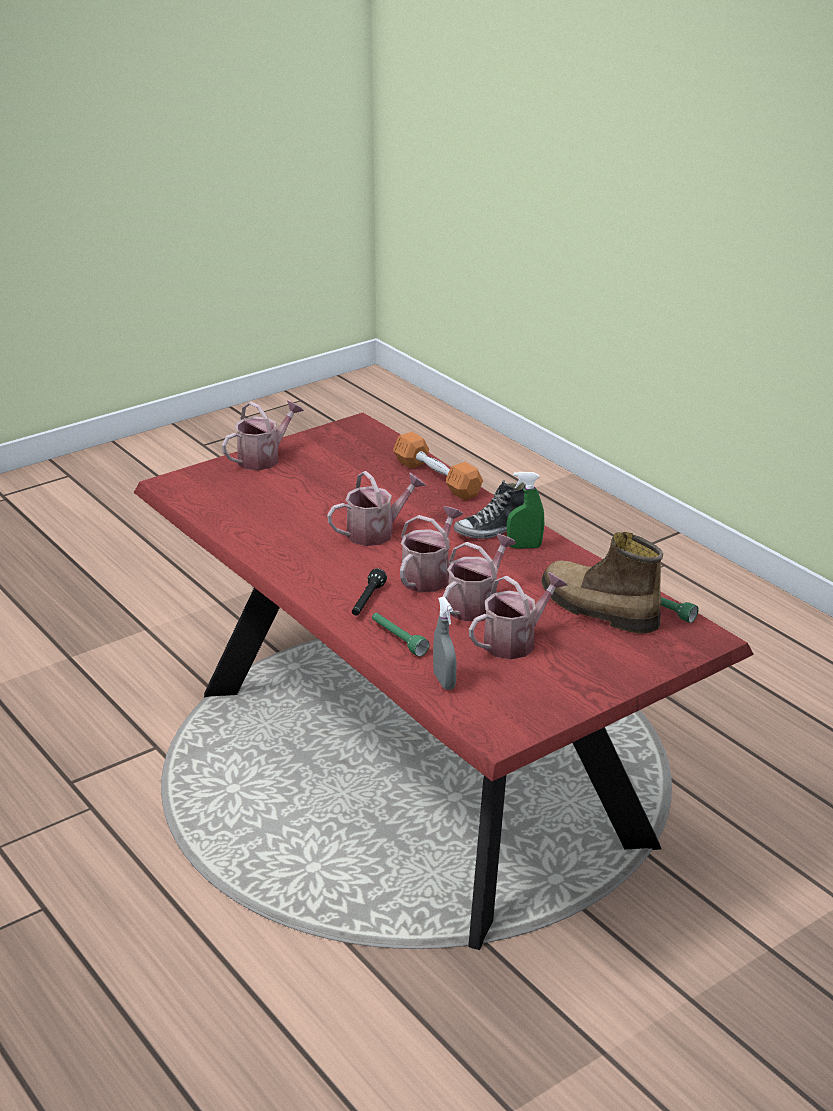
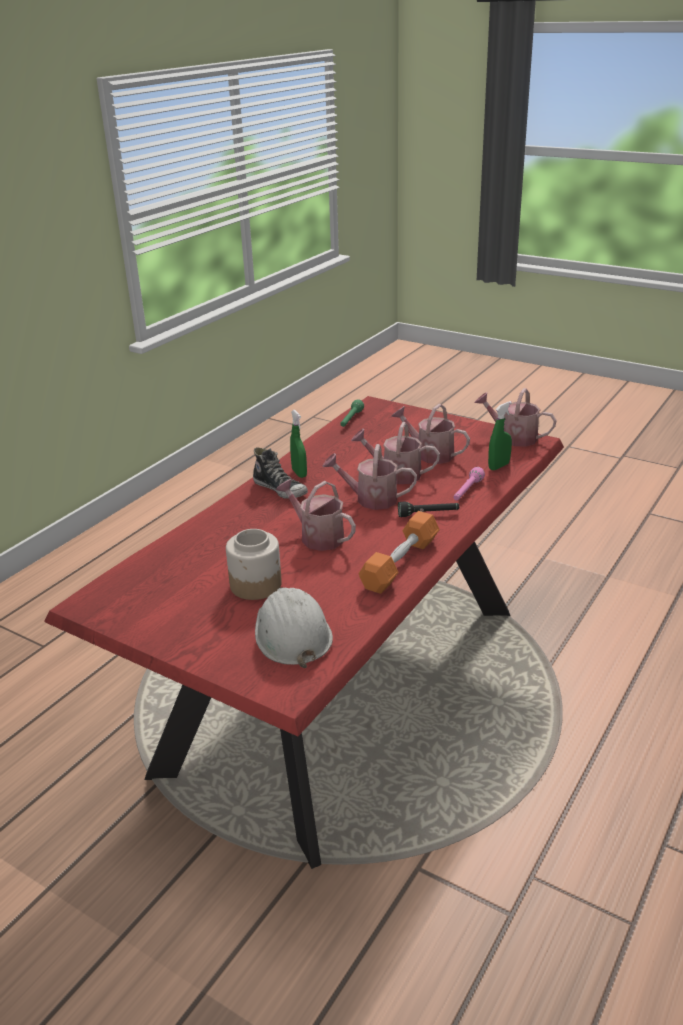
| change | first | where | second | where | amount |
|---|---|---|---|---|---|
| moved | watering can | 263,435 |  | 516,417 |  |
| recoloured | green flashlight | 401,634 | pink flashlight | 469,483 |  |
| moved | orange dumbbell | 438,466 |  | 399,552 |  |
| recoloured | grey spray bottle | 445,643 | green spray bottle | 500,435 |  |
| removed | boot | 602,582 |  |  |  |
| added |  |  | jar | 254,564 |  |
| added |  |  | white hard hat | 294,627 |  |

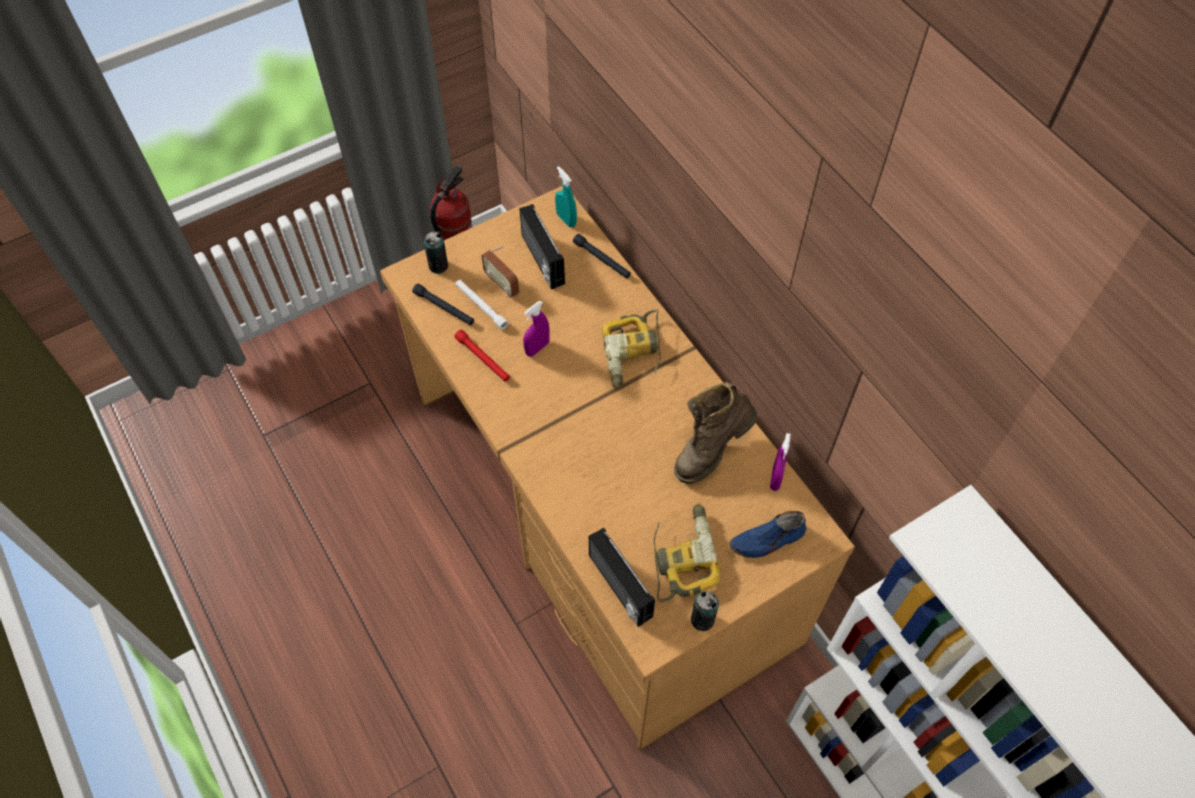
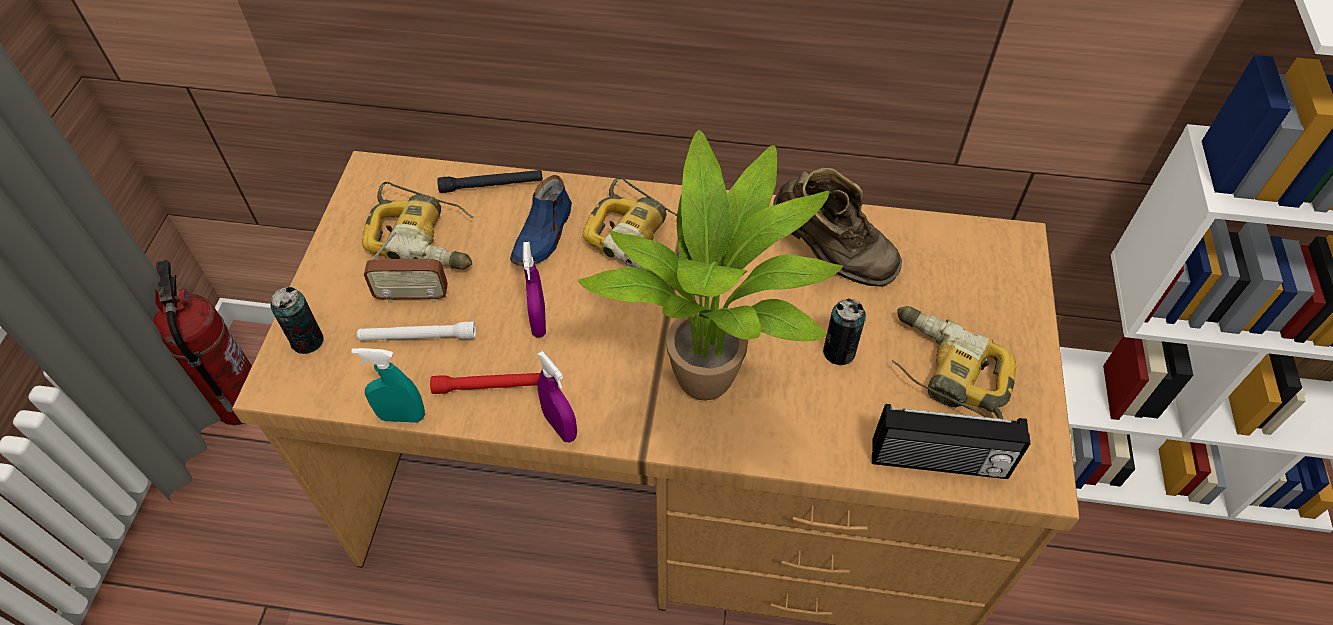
| change | first | where | second | where | amount |
|---|---|---|---|---|---|
| removed | black flashlight | 443,304 |  |  |  |
| replaced | radio | 542,247 | power drill | 418,226 |  |
| moved | turquoise spray bottle | 566,197 |  | 388,385 |  |
| turned | brown boot | 715,433 |  | 837,227 | 60 degrees counterclockwise |
| moved | can | 705,611 |  | 844,331 |  |
| moved | blue shoe | 767,534 |  | 541,220 |  |
| moved | purple spray bottle | 780,462 |  | 557,396 |  |
| added |  |  | potted plant | 710,265 |  |

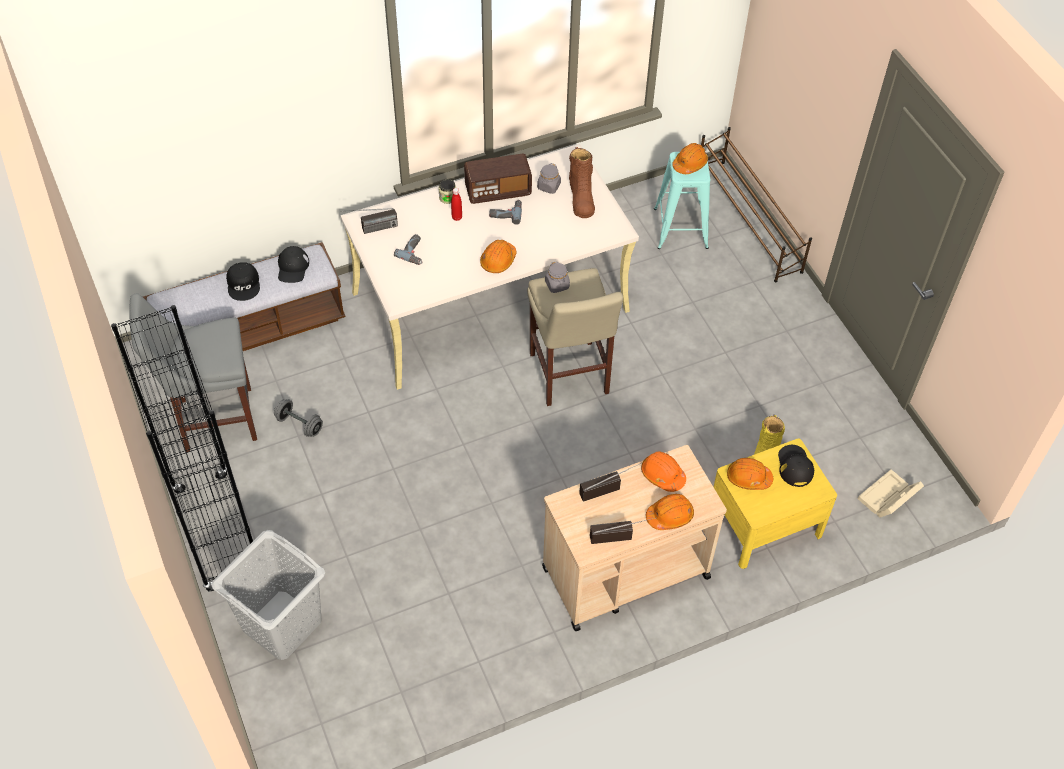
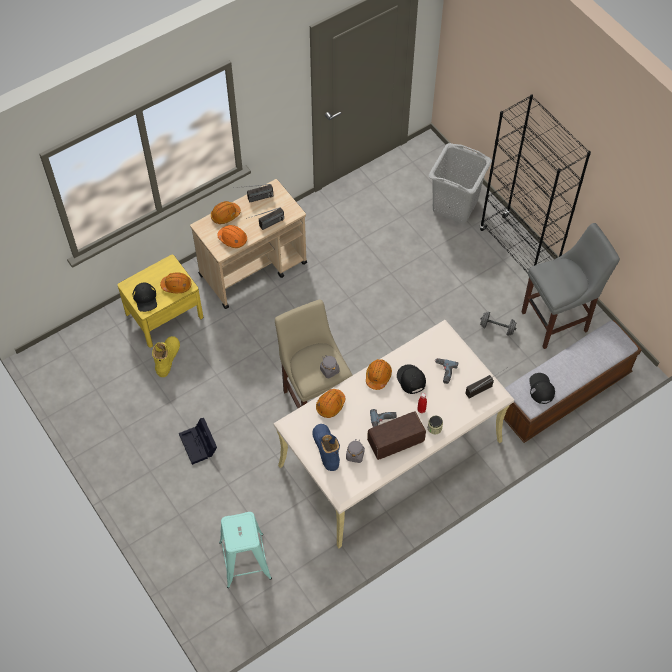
| change | first | where | second | where | amount |
|---|---|---|---|---|---|
| moved | black cap | 243,281 |  | 411,379 |  |
| recoloured | brown boot | 582,182 | blue boot | 326,447 |  |
| moved | orange hard hat | 690,158 |  | 331,403 |  |
| removed | brown shoe rack | 756,204 |  |  |  |
| removed | beige storage box | 891,493 |  |  |  |
| added |  |  | black storage box | 198,441 |  |

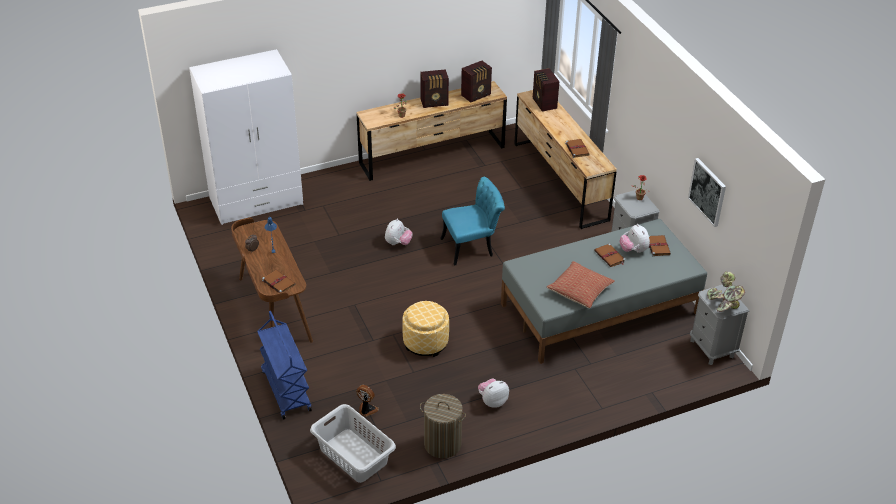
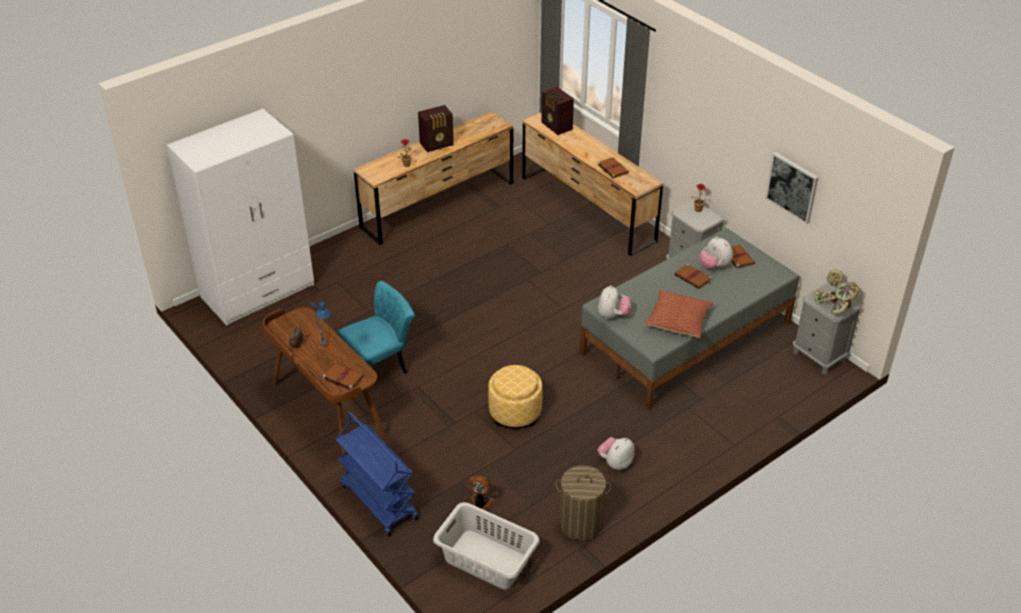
| change | first | where | second | where | amount |
|---|---|---|---|---|---|
| moved | plush toy | 399,232 |  | 614,302 |  |
| moved | turquoise chair | 472,221 |  | 376,327 |  |
| removed | radio | 476,82 |  |  |  |

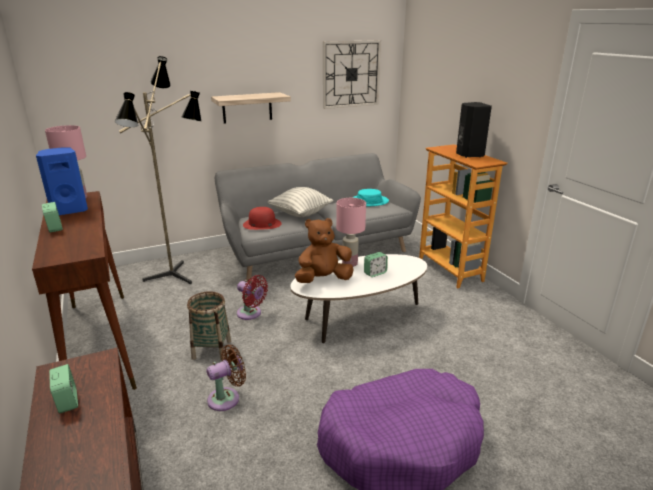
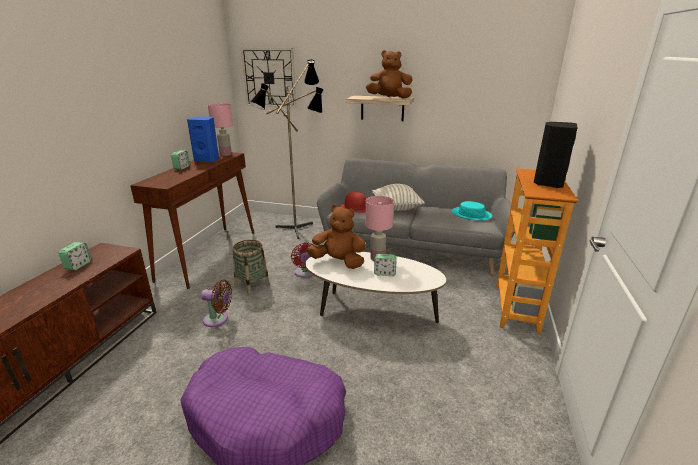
| change | first | where | second | where | amount |
|---|---|---|---|---|---|
| moved | wall clock | 352,74 |  | 268,78 |  |
| added |  |  | brown plush toy | 389,74 |  |

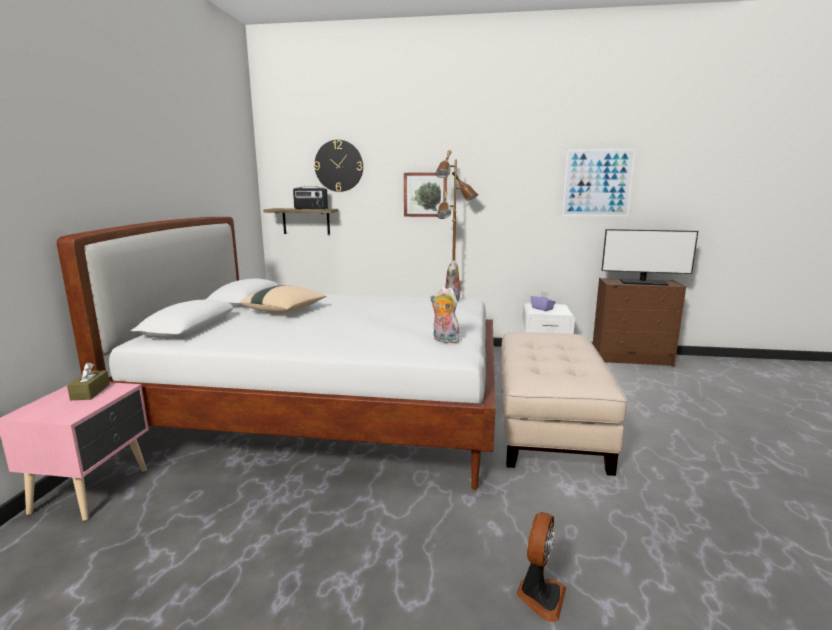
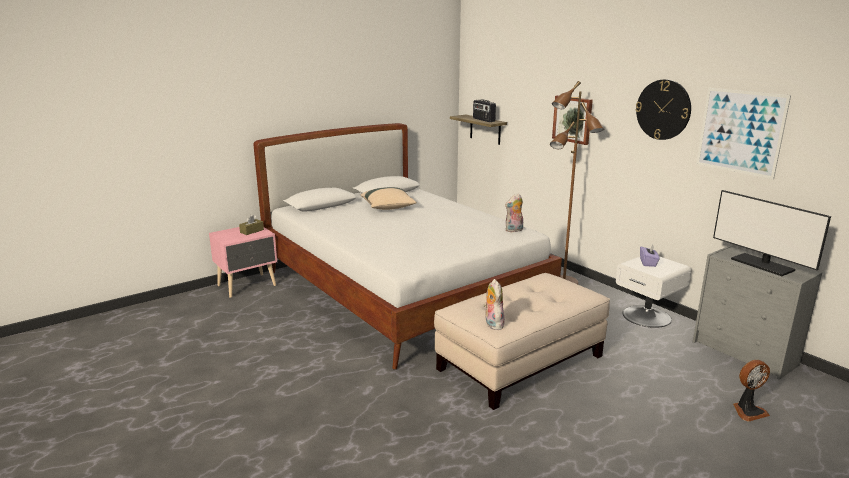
| change | first | where | second | where | amount |
|---|---|---|---|---|---|
| moved | wall clock | 338,166 |  | 663,109 |  |
| moved | plush toy | 445,315 |  | 494,304 |  |
| moved | fan | 541,567 |  | 751,391 |  |
| recoloured | brown dresser | 639,322 | grey dresser | 757,313 |  |

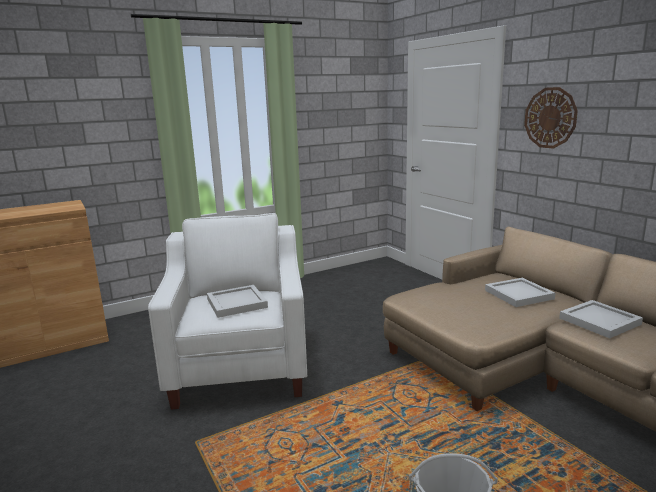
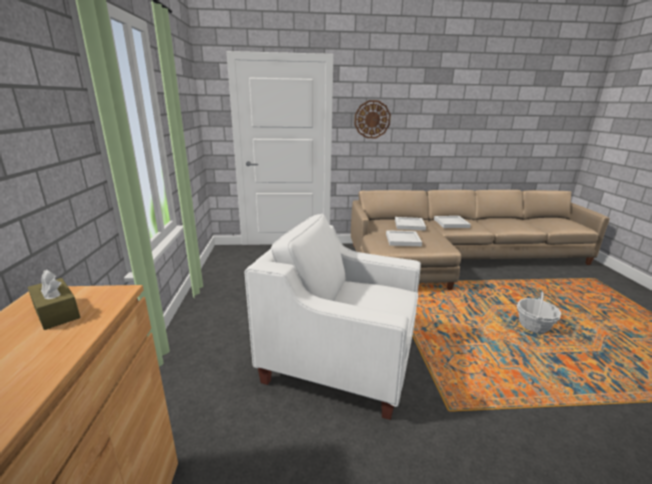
| change | first | where | second | where | amount |
|---|---|---|---|---|---|
| moved | white tray | 237,301 |  | 404,238 |  |
| added |  |  | brown tissue box | 54,300 |  |

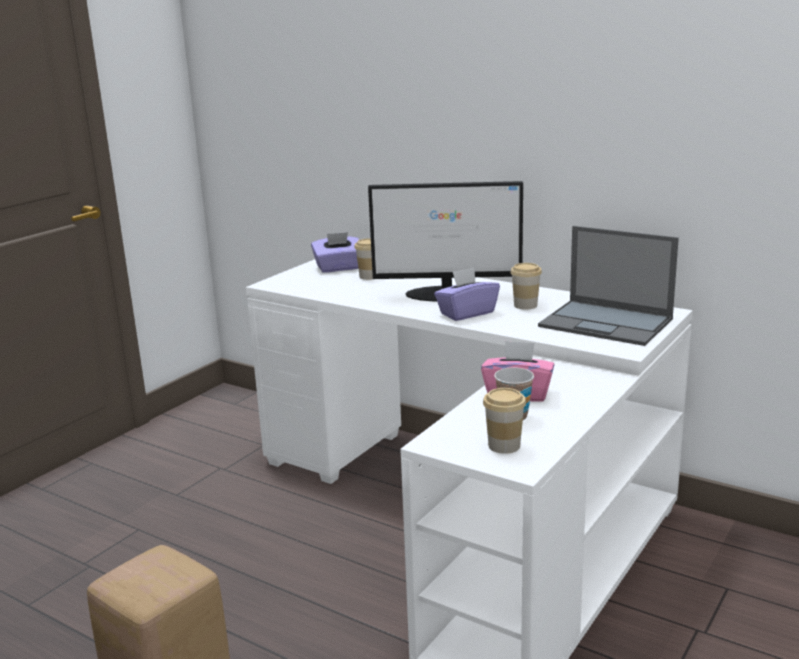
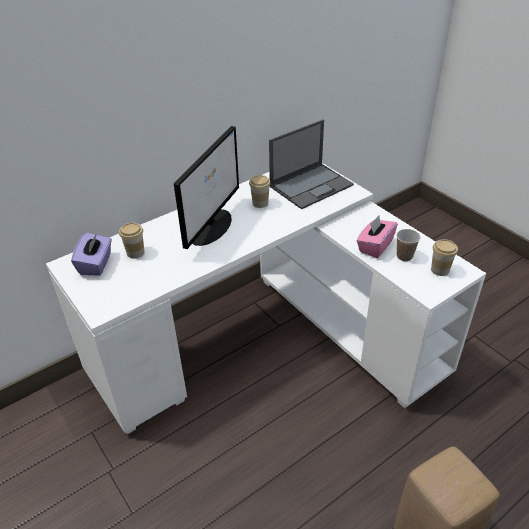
| change | first | where | second | where | amount |
|---|---|---|---|---|---|
| removed | purple tissue box | 467,294 |  |  |  |

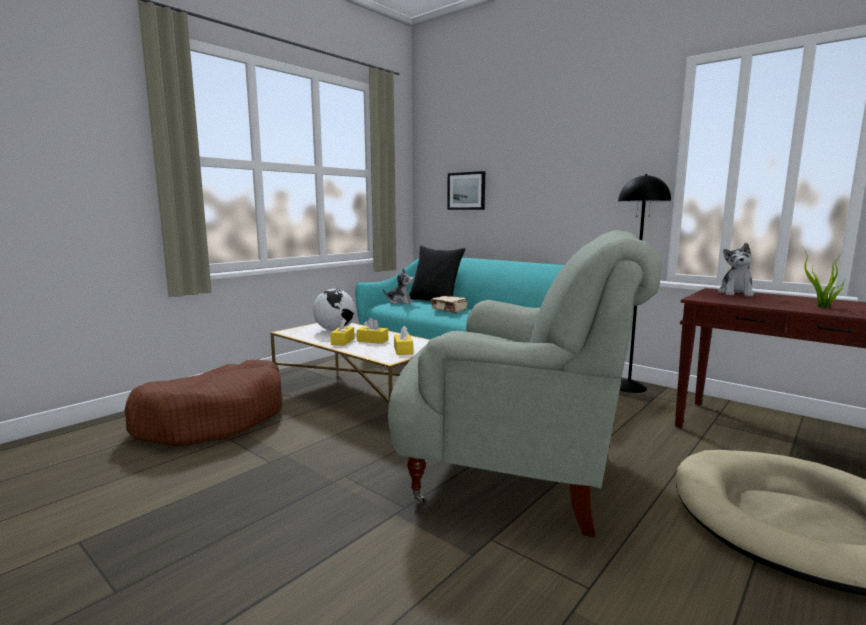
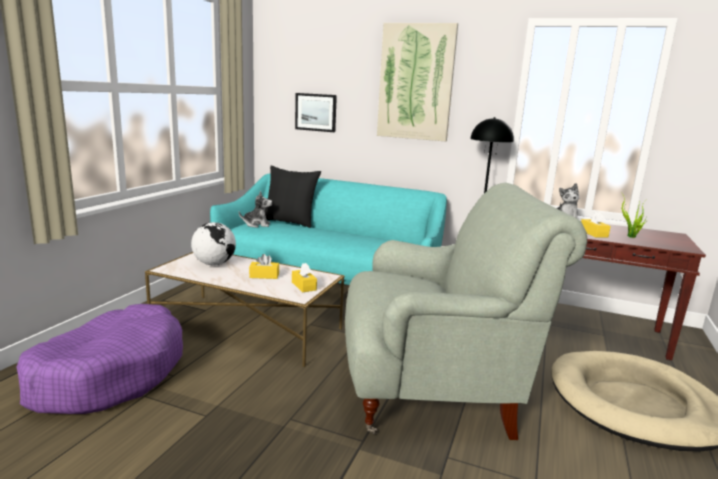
| change | first | where | second | where | amount |
|---|---|---|---|---|---|
| recoloured | brown dog bed | 203,403 | purple dog bed | 100,359 |  |
| moved | yellow tissue box | 342,332 |  | 596,224 |  |
| removed | beige book | 449,304 |  |  |  |
| added |  |  | picture | 417,82 |  |

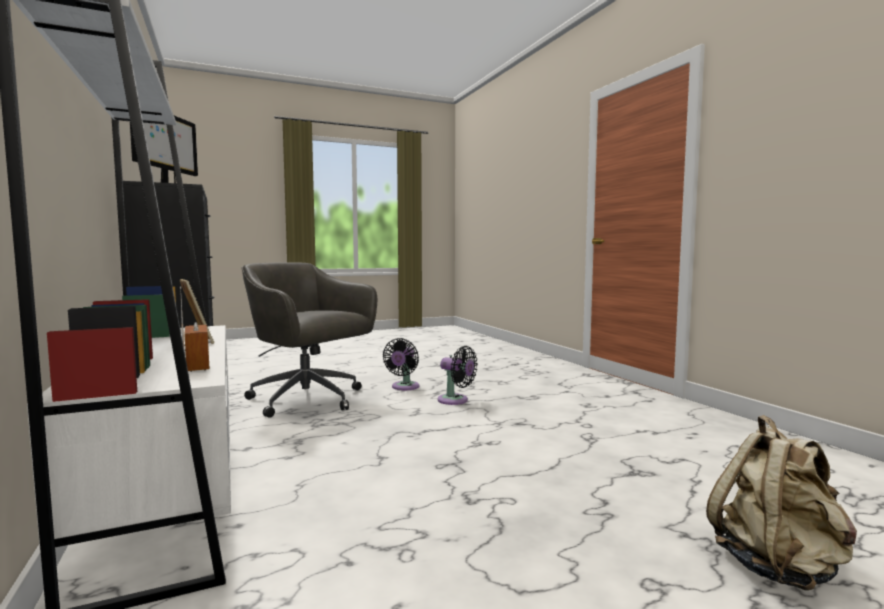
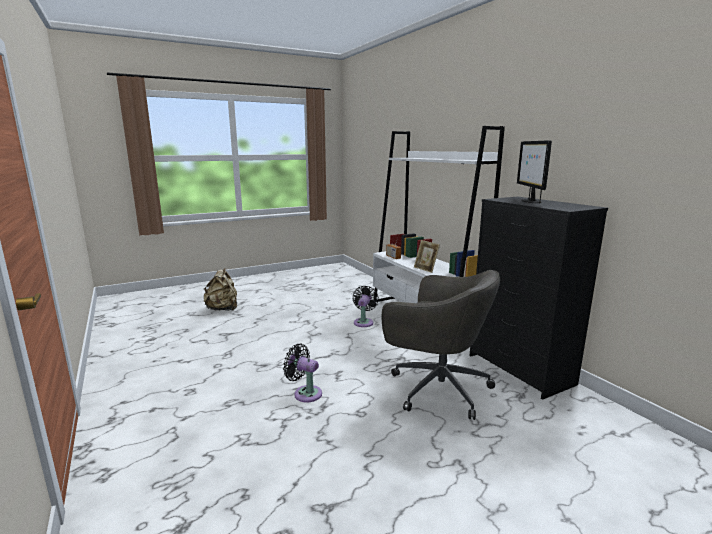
| change | first | where | second | where | amount |
|---|---|---|---|---|---|
| moved | black fan | 401,364 |  | 366,306 |  |

